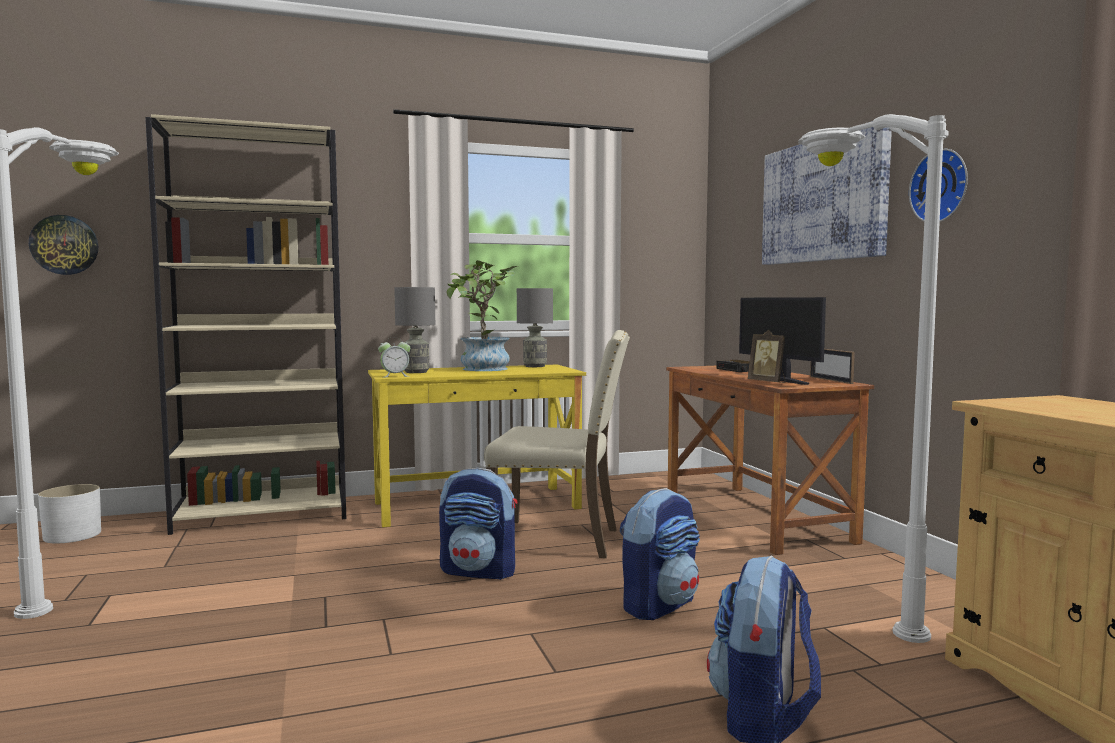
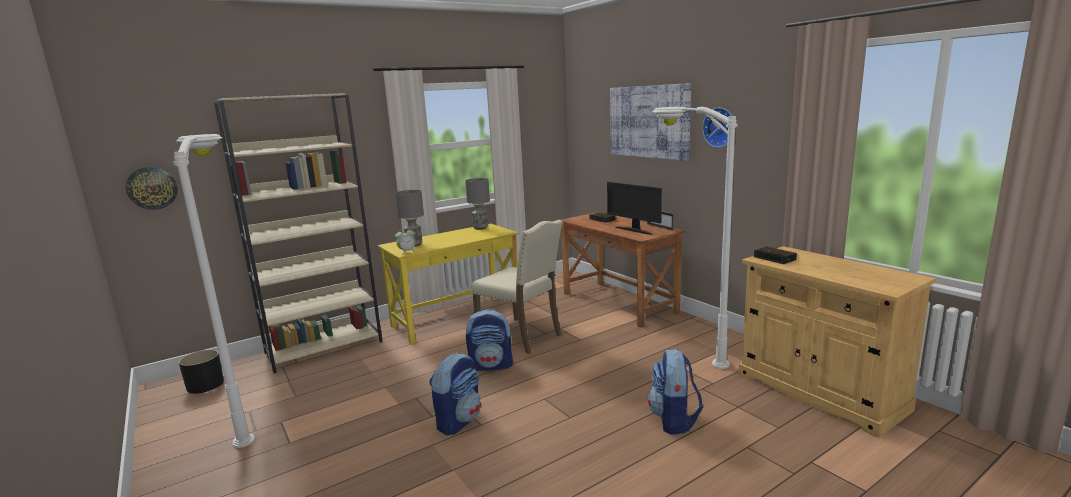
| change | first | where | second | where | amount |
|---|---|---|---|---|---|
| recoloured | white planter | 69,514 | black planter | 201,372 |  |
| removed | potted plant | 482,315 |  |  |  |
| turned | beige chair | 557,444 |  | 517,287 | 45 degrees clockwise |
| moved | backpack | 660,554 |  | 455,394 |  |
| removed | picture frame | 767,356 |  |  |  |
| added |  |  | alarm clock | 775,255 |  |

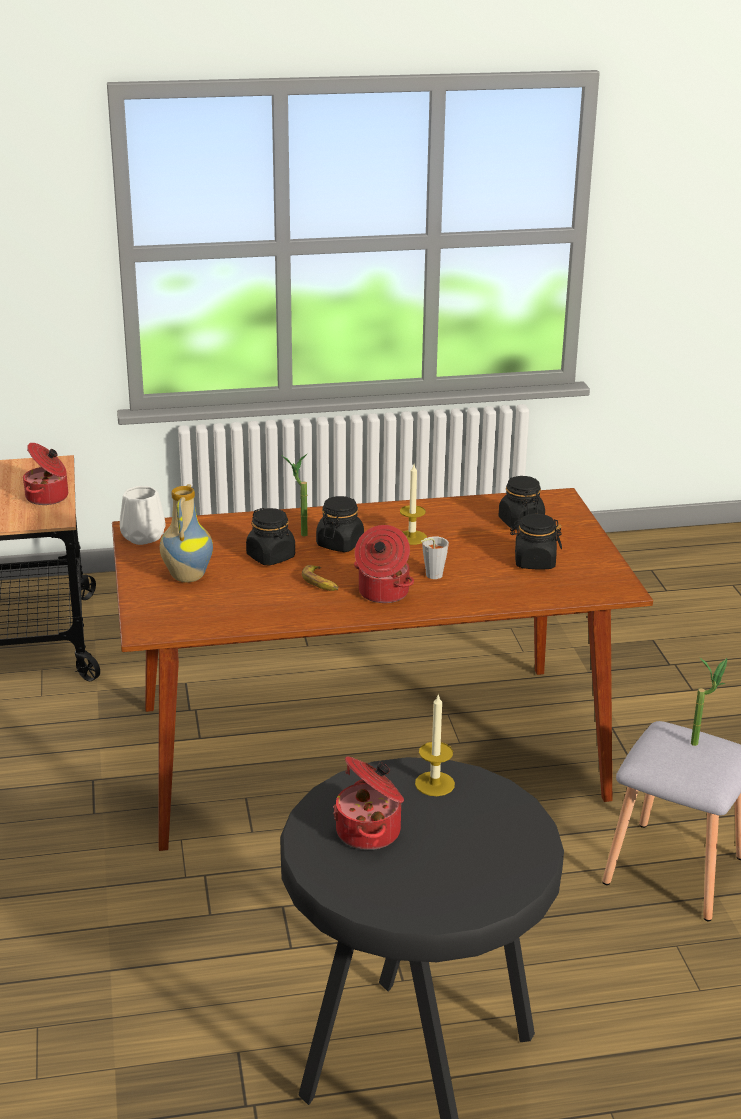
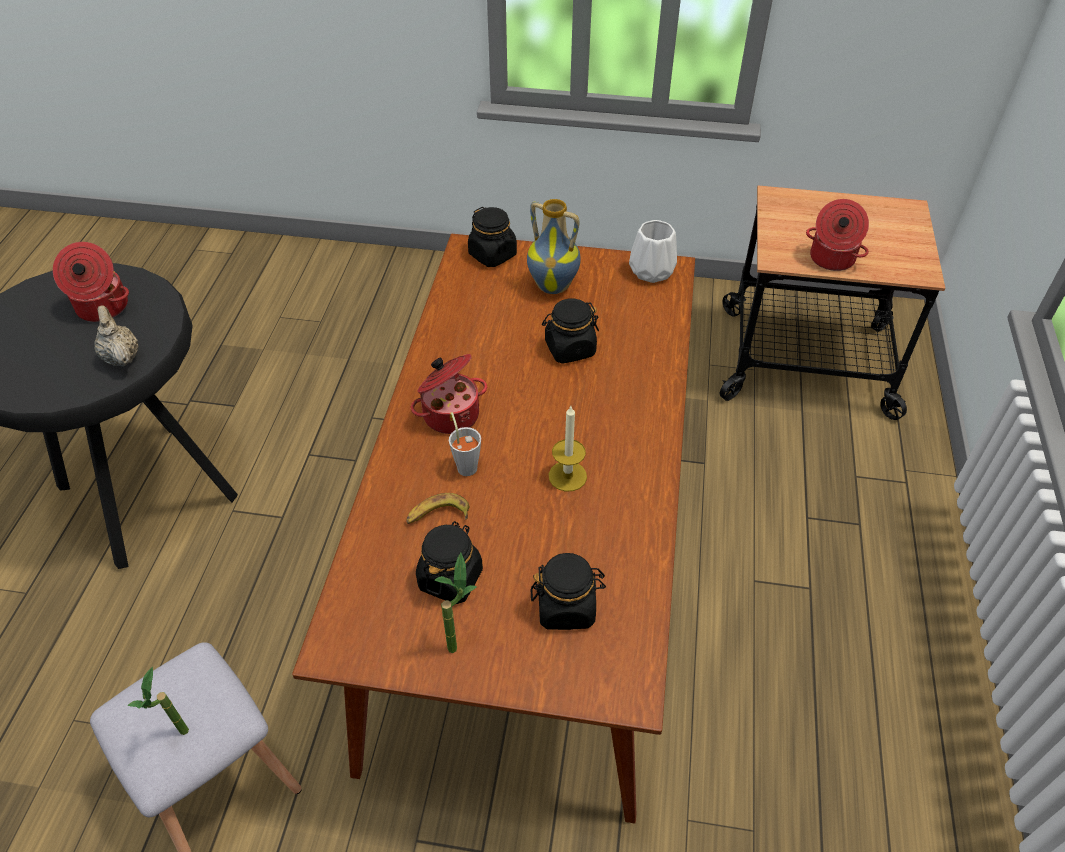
| change | first | where | second | where | amount |
|---|---|---|---|---|---|
| moved | potted plant | 294,494 |  | 456,602 |  |
| moved | banana | 320,578 |  | 437,508 |  |
| moved | black jar | 340,524 |  | 492,237 |  |
| replaced | candle | 435,744 | beige teapot | 116,336 |  |

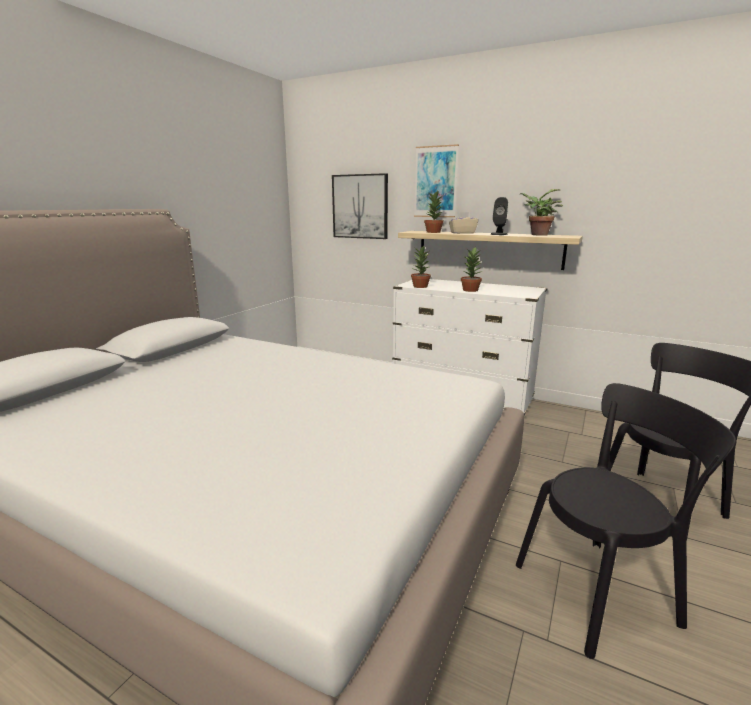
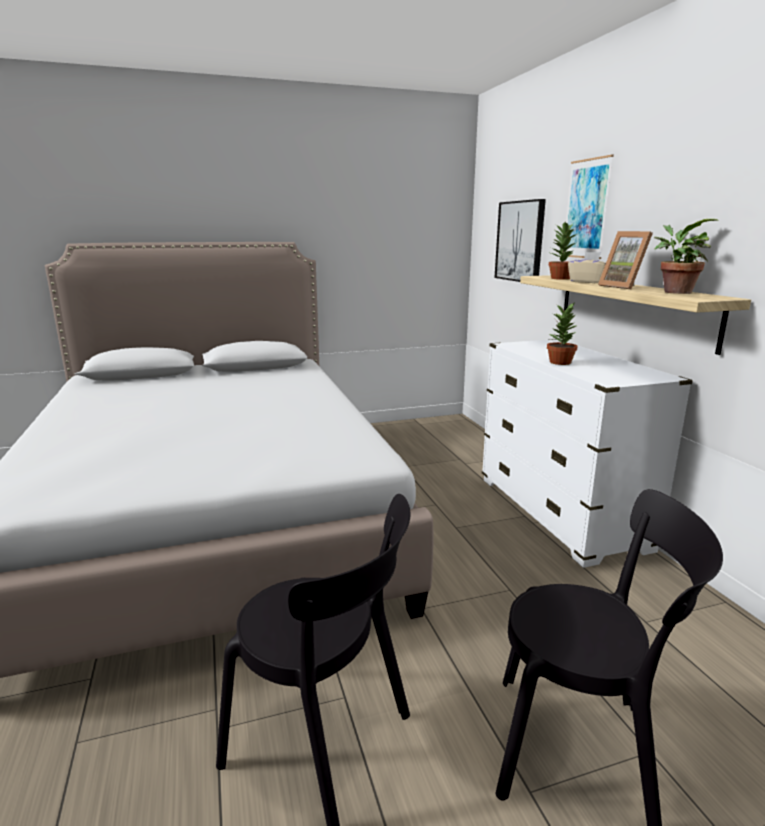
| change | first | where | second | where | amount |
|---|---|---|---|---|---|
| removed | potted plant | 421,267 |  |  |  |
| replaced | black speaker | 499,216 | picture frame | 625,260 |  |

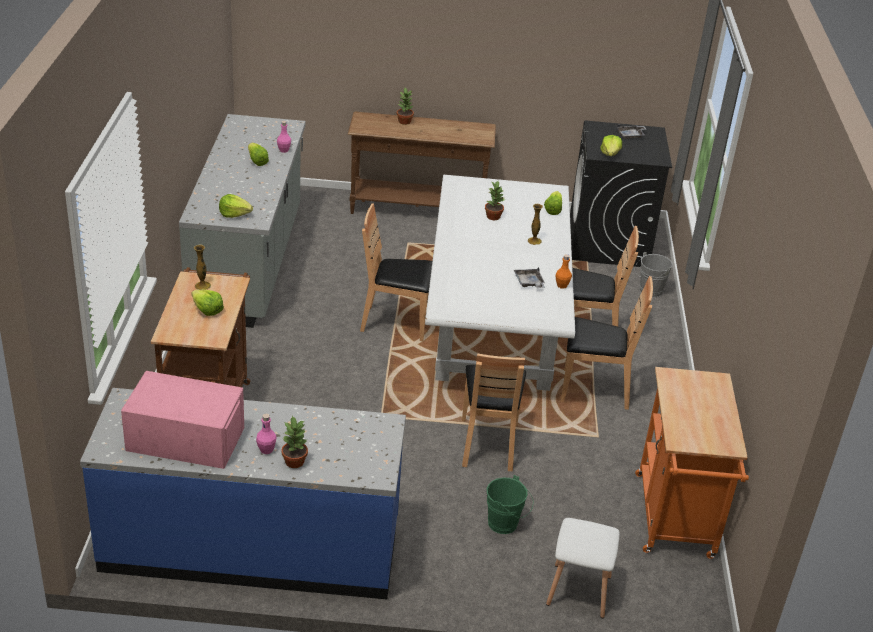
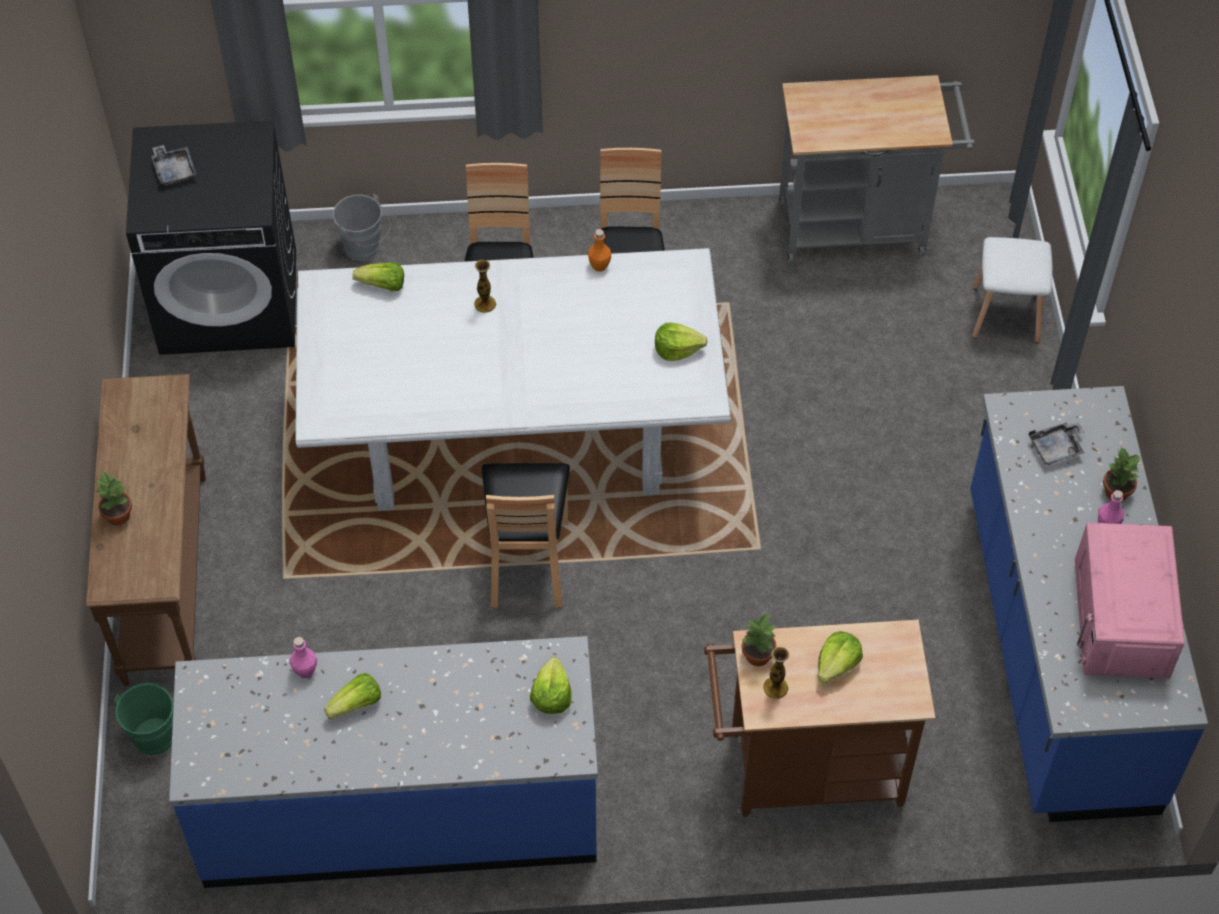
| change | first | where | second | where | amount |
|---|---|---|---|---|---|
| recoloured | grey counter | 242,221 | blue counter | 383,762 |  |
| removed | brown chair | 494,412 |  |  |  |
| moved | potted plant | 494,200 |  | 759,640 |  |
| moved | green bucket | 510,504 |  | 143,719 |  |
| moved | grey tray | 529,277 |  | 1056,443 |  |
| moved | lettuce | 611,145 |  | 681,342 |  |
| recoloured | orange cart | 692,463 | grey cart | 877,169 |  |

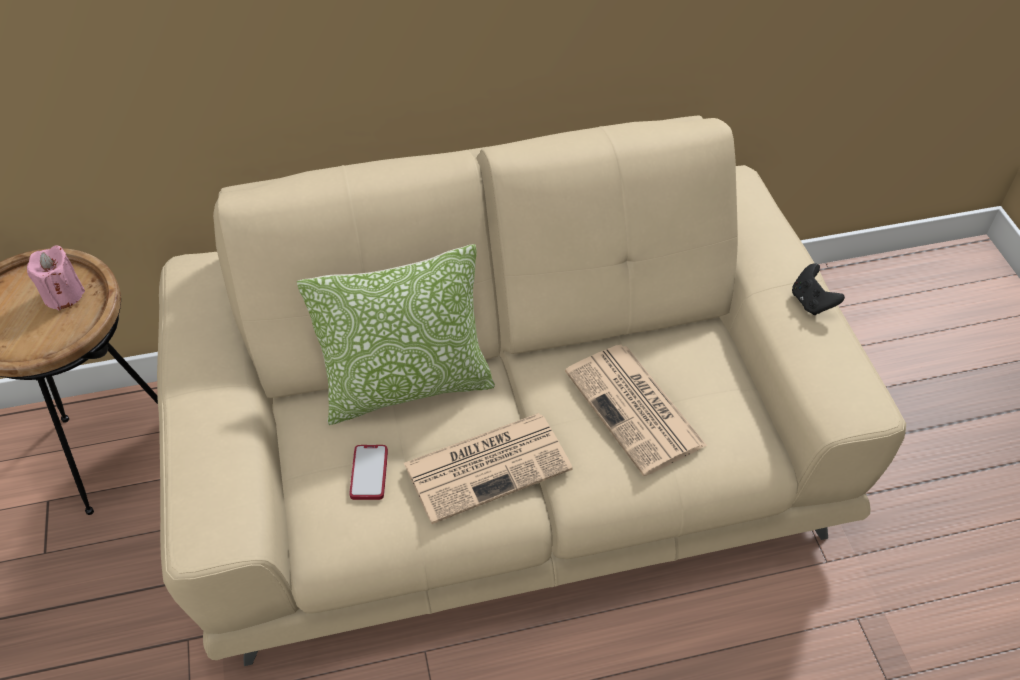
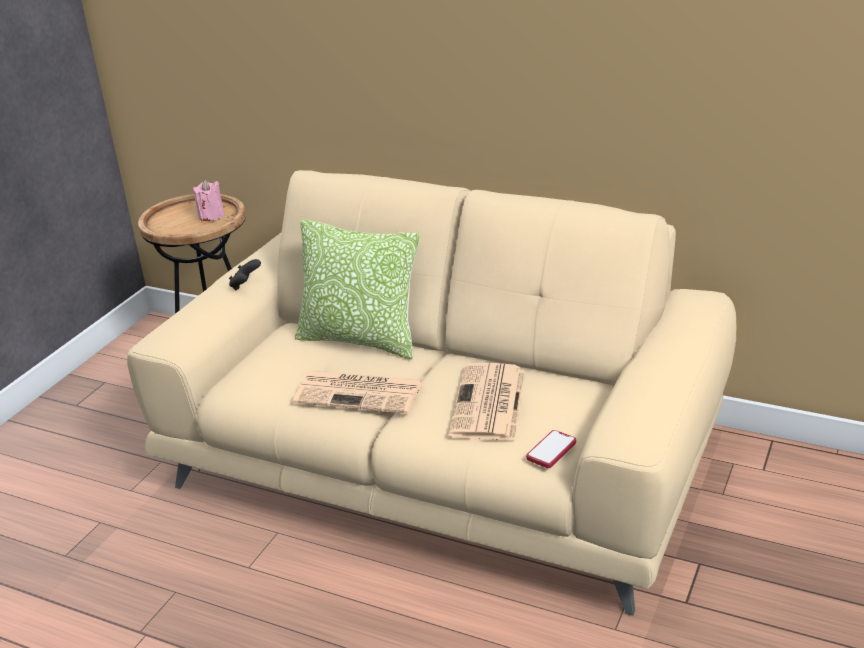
| change | first | where | second | where | amount |
|---|---|---|---|---|---|
| moved | phone | 368,472 |  | 551,449 |  |
| moved | black game controller | 818,289 |  | 245,275 |  |

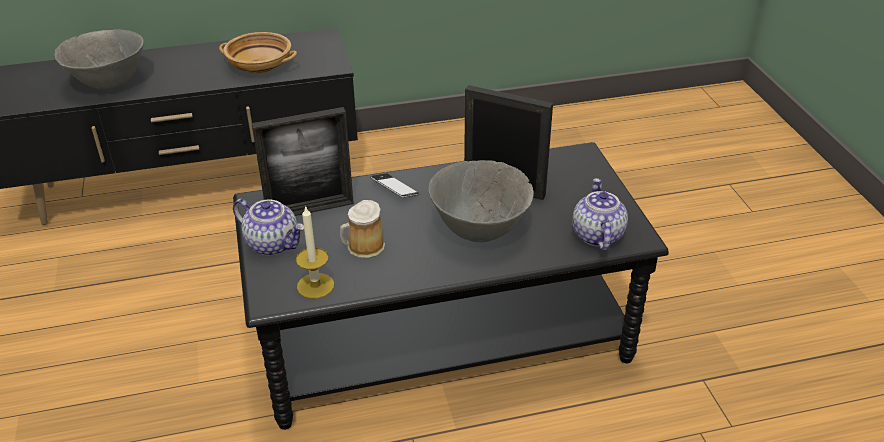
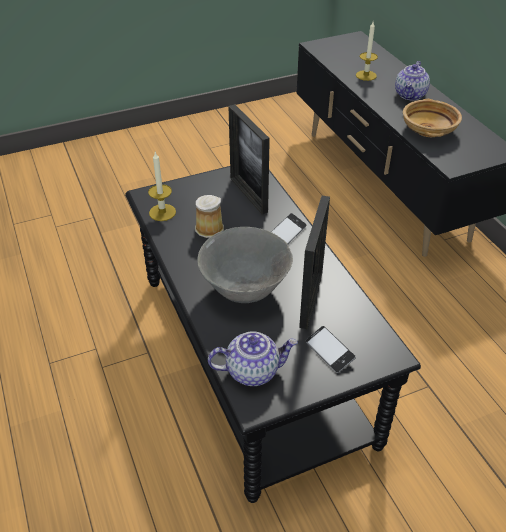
| change | first | where | second | where | amount |
|---|---|---|---|---|---|
| replaced | grey bowl | 99,59 | candle | 367,51 |  |
| moved | teapot | 268,227 |  | 412,81 |  |
| added |  |  | phone | 331,349 |  |

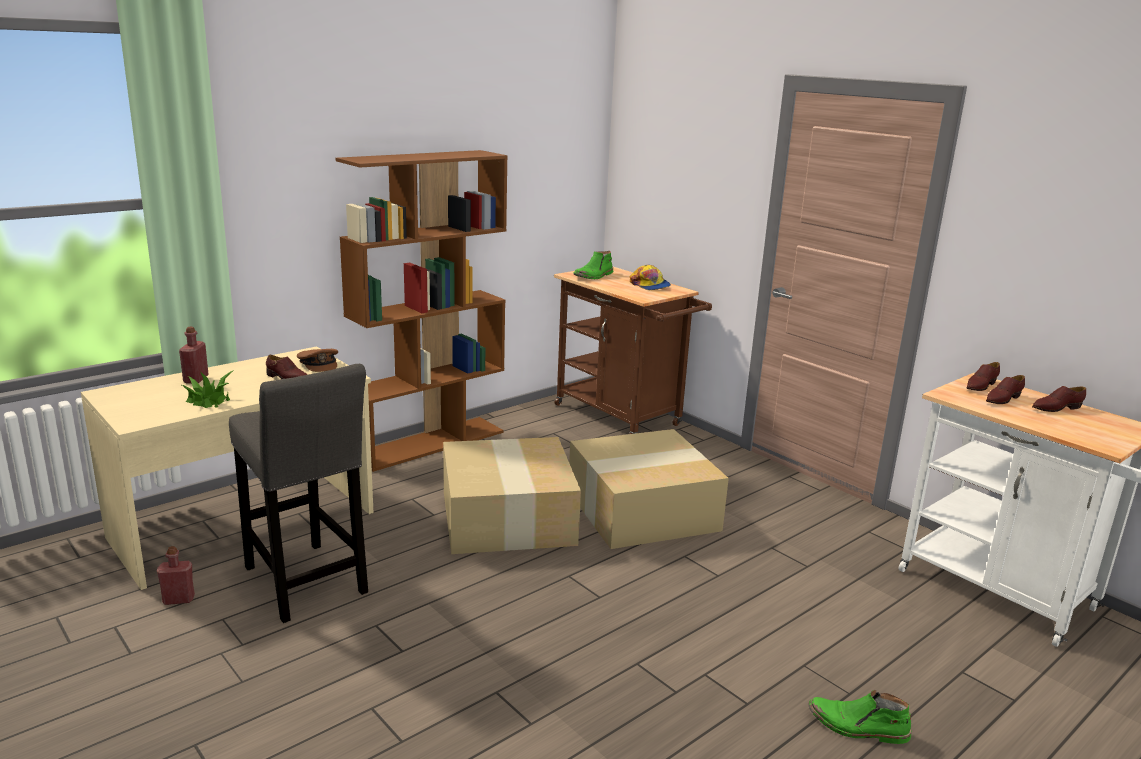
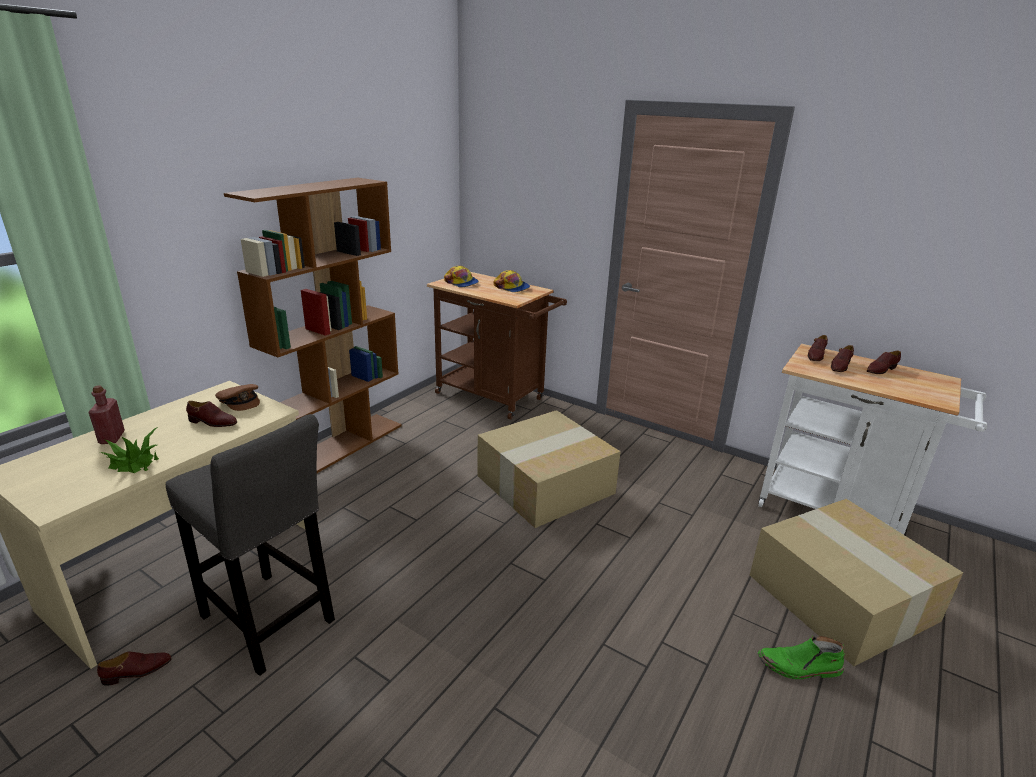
| change | first | where | second | where | amount |
|---|---|---|---|---|---|
| replaced | red bottle | 176,575 | brown shoe | 134,668 |  |
| moved | cardboard box | 512,495 |  | 856,582 |  |
| replaced | green boot | 593,265 | cap | 461,276 |  |

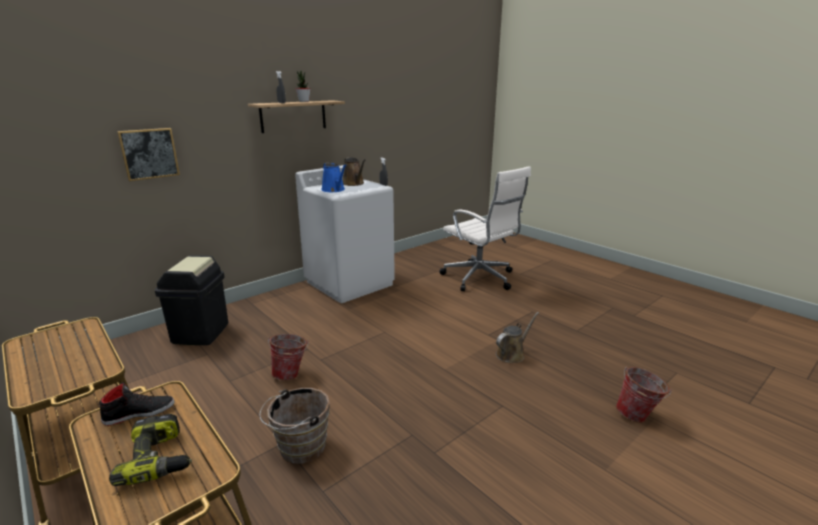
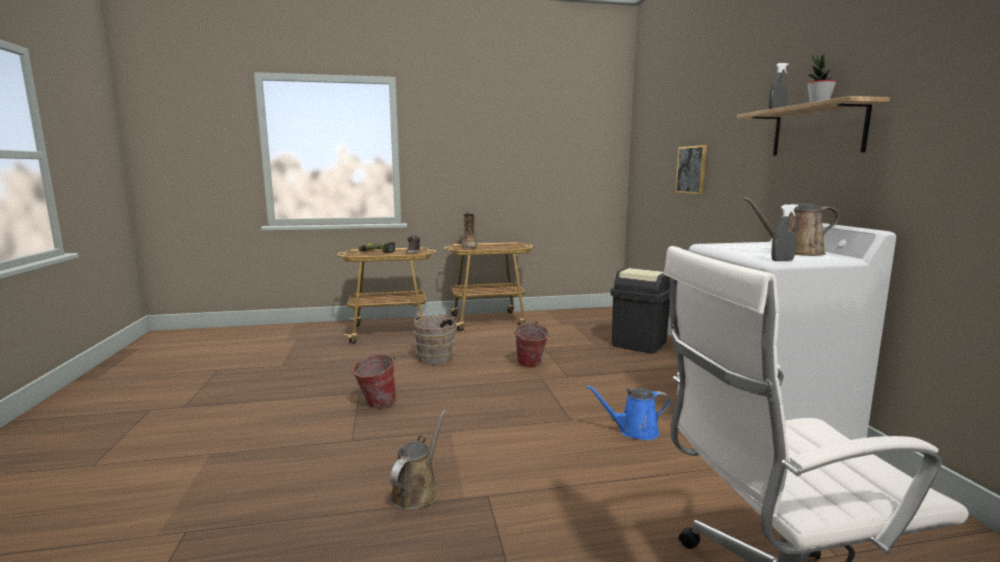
| change | first | where | second | where | amount |
|---|---|---|---|---|---|
| moved | blue watering can | 333,177 |  | 628,412 |  |
| turned | brown watering can | 517,337 |  | 418,460 | 150 degrees counterclockwise |
| moved | bucket | 644,394 |  | 373,381 |  |
| added |  |  | boot | 469,230 |  |

